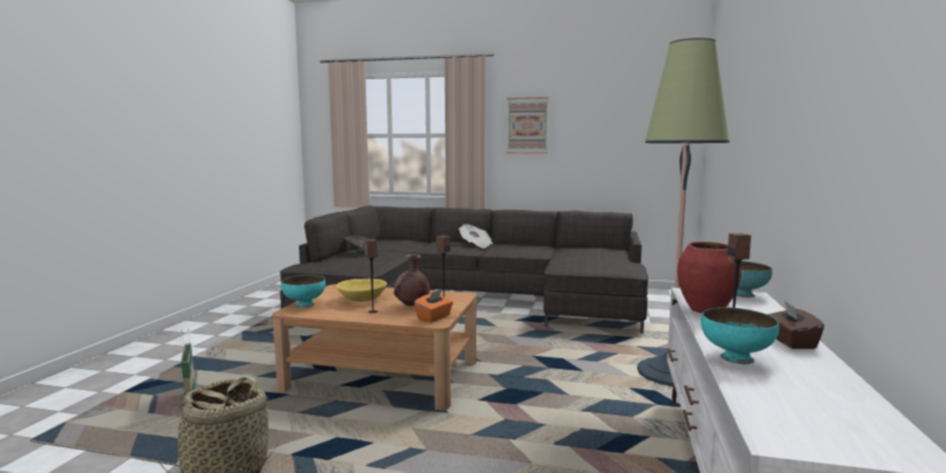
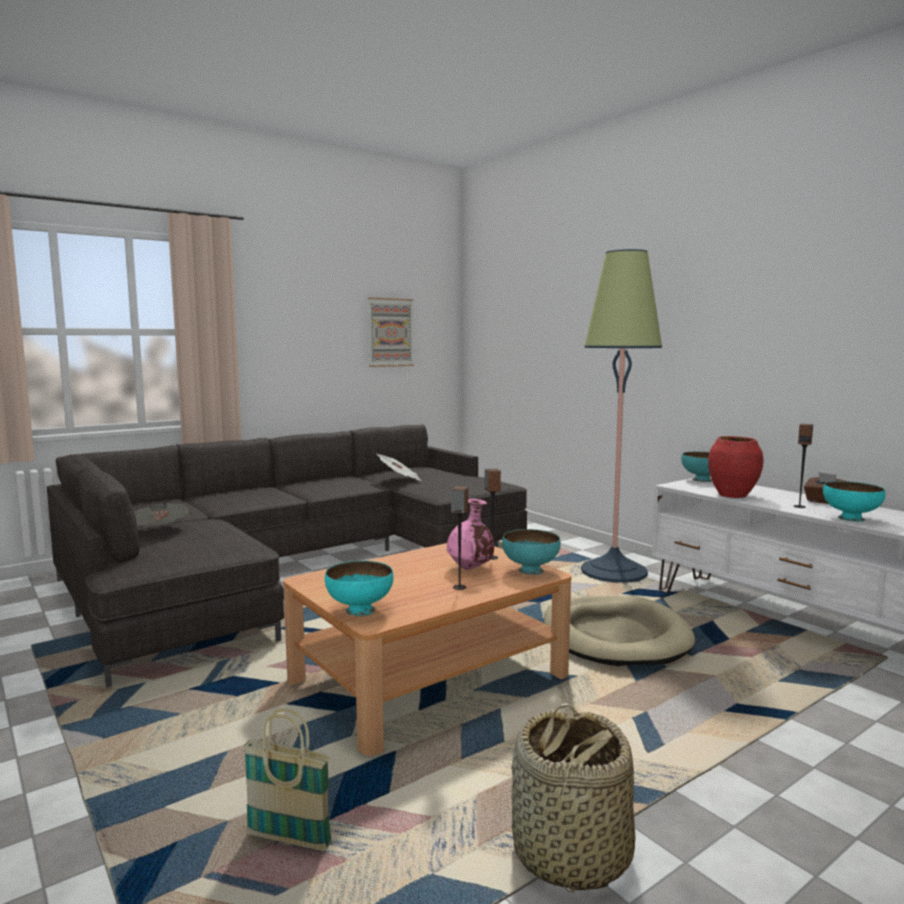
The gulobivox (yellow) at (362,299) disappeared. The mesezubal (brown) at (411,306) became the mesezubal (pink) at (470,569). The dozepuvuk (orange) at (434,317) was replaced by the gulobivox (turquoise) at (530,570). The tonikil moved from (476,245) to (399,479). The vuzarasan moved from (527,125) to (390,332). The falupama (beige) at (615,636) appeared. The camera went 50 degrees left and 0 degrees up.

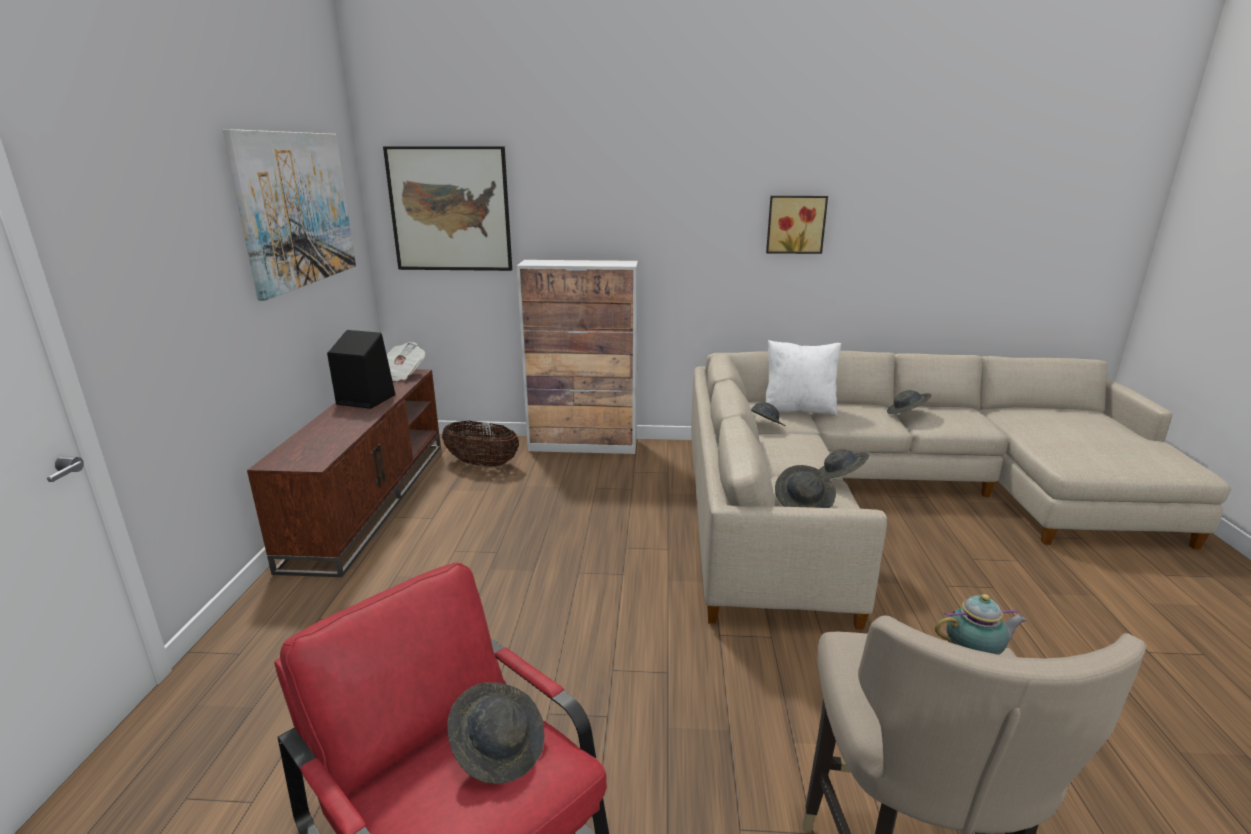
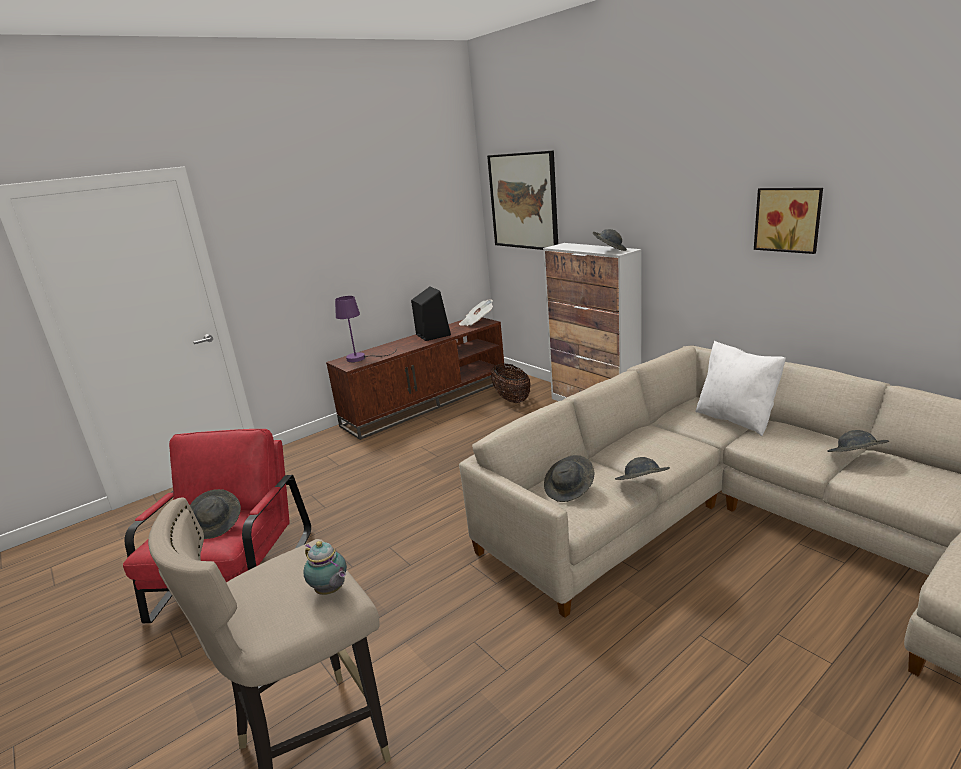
The vuzarasan at (297,209) disappeared. The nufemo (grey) moved from (763,426) to (609,250). The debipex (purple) at (362,358) appeared. The camera went 50 degrees right and 0 degrees up.

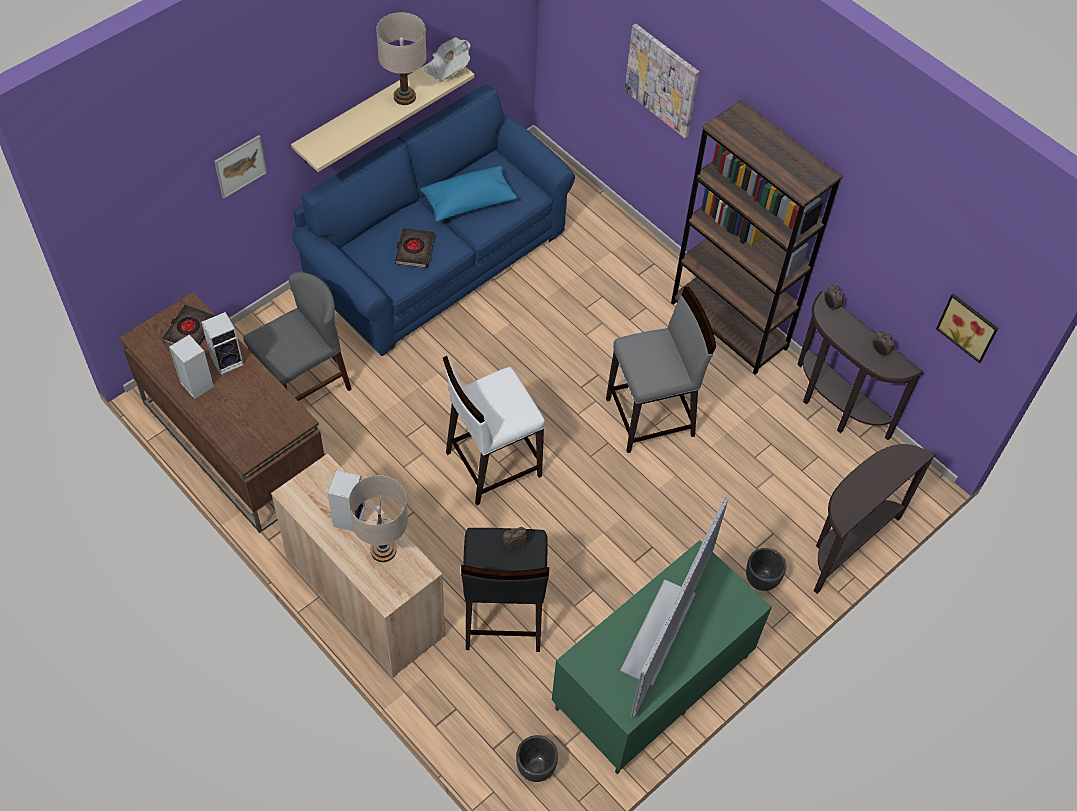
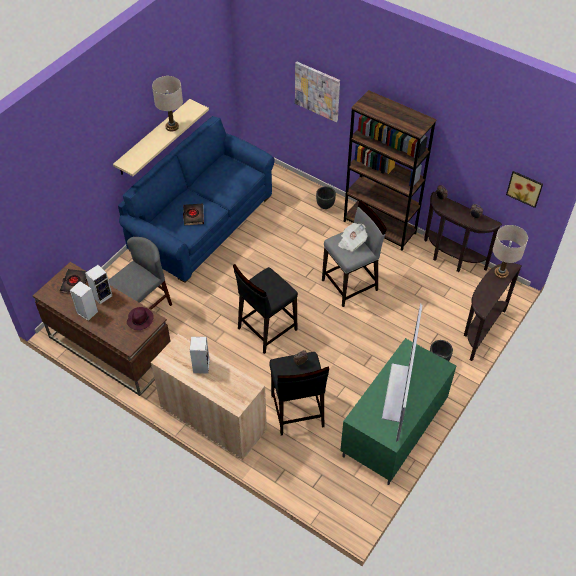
The vuzarasan at (240,166) disappeared. The debipex (beige) moved from (383,551) to (501,273). The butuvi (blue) at (469,202) disappeared. The tonikil moved from (447,69) to (351,242). The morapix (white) at (492,464) became the morapix (black) at (266,329). The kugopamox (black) moved from (536,768) to (325,205). The nufemo (purple) at (140,319) appeared. The camera went 10 degrees left and 5 degrees down.

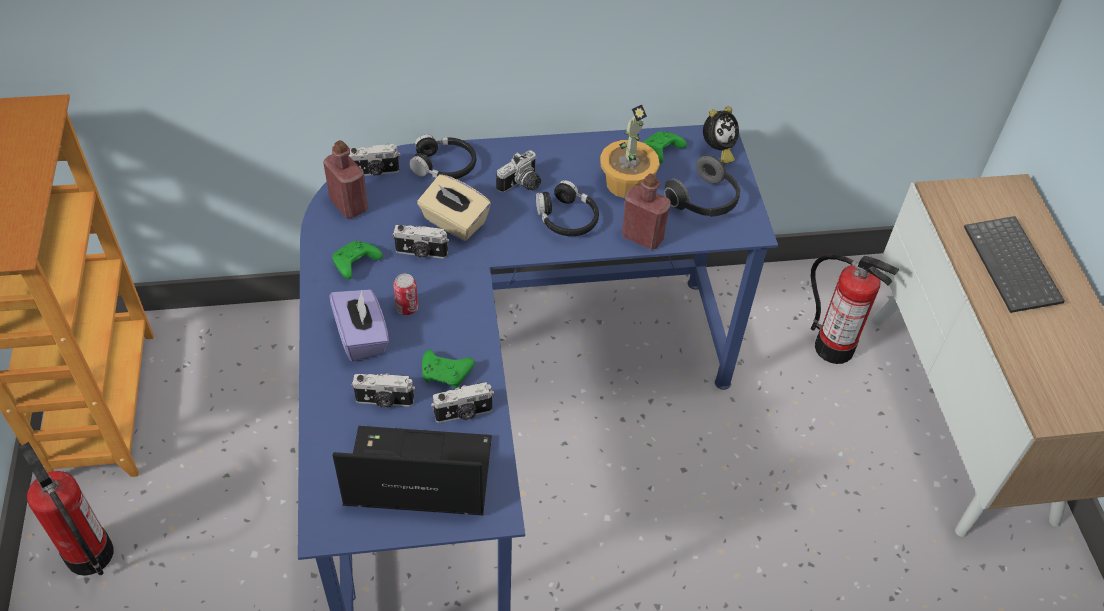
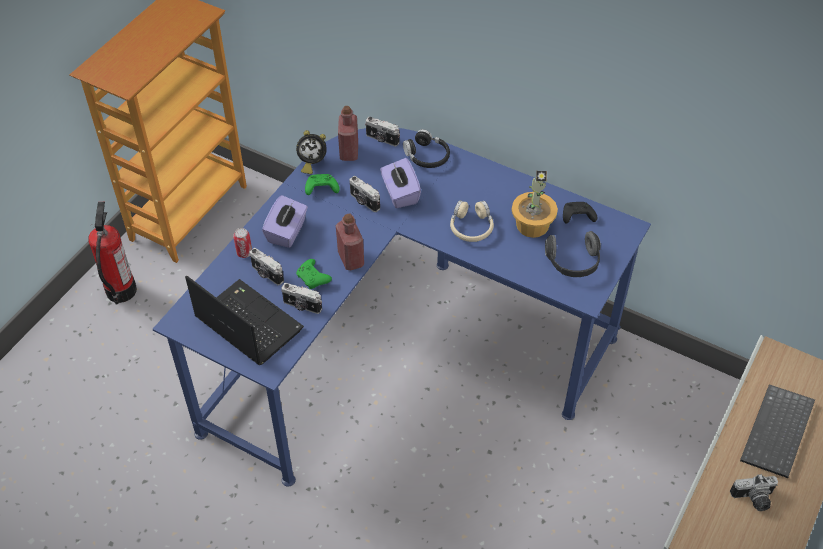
The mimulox moved from (407,308) to (244,253). The dozepuvuk (beige) at (454,222) became the dozepuvuk (purple) at (400,194). The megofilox moved from (522,185) to (753,500). The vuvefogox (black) at (566,218) became the vuvefogox (beige) at (471,227). The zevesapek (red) moved from (642,237) to (351,259). The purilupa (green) at (661,152) became the purilupa (black) at (576,217). The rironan moved from (717,150) to (311,163). The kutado at (834,347) disappeared. The camera went 40 degrees right and 0 degrees up.

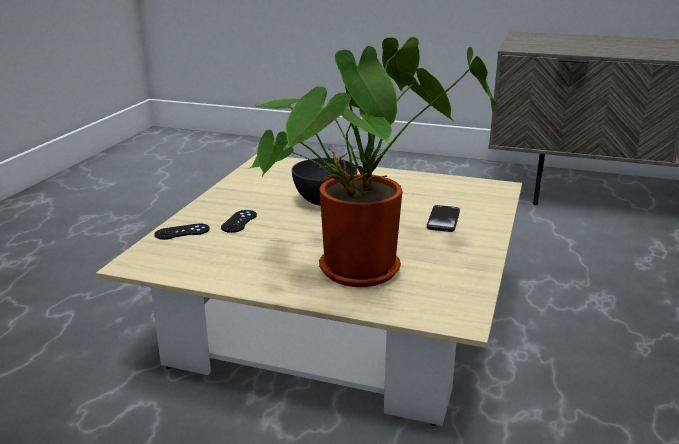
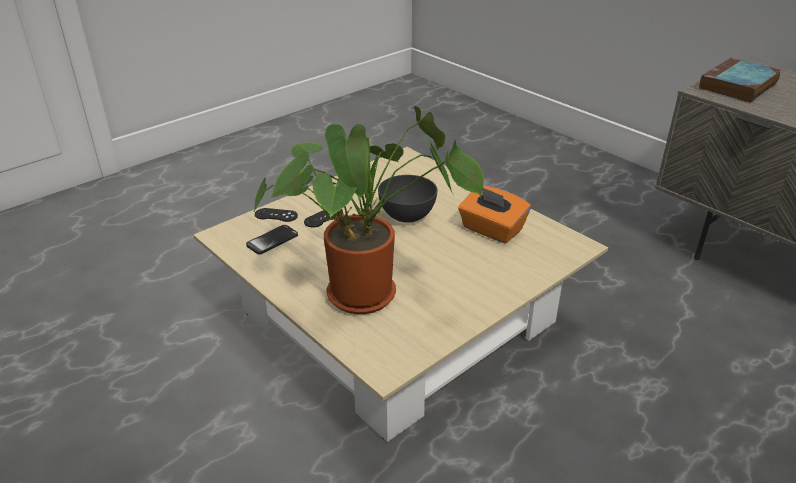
The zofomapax moved from (443,220) to (272,240). The dozepuvuk (orange) at (491,230) appeared. The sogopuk at (738,87) appeared. The camera went 30 degrees right and 10 degrees up.

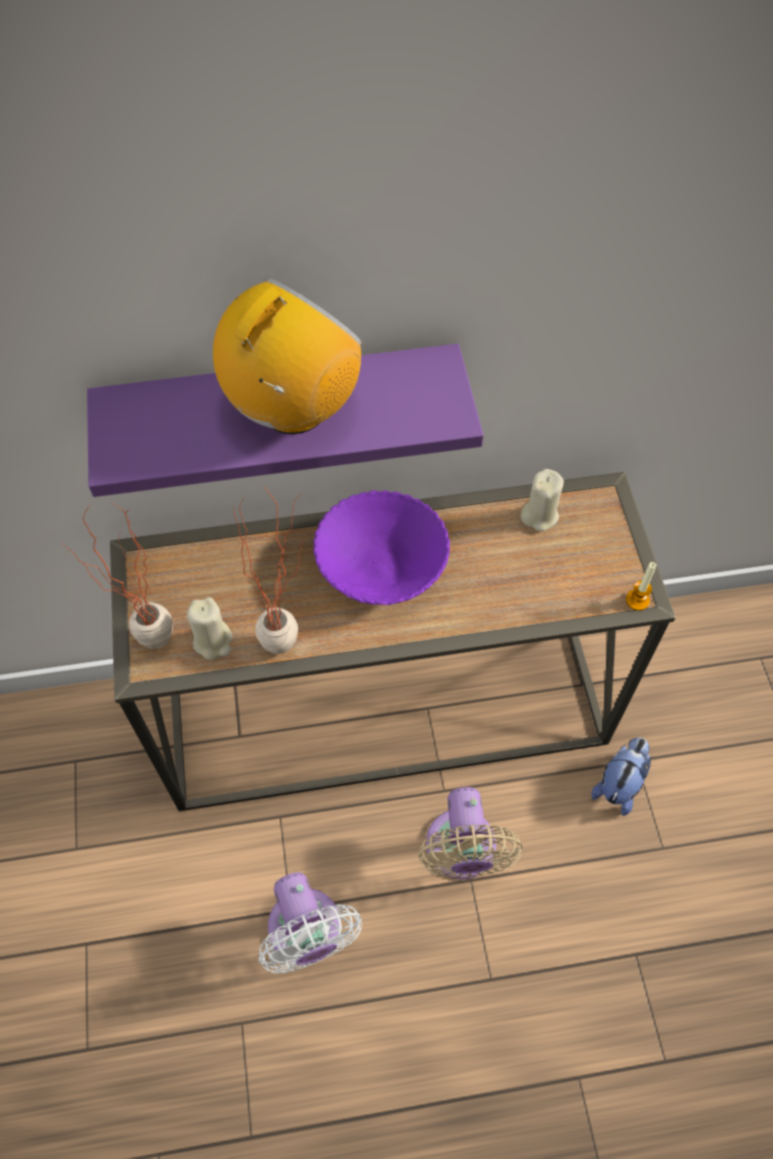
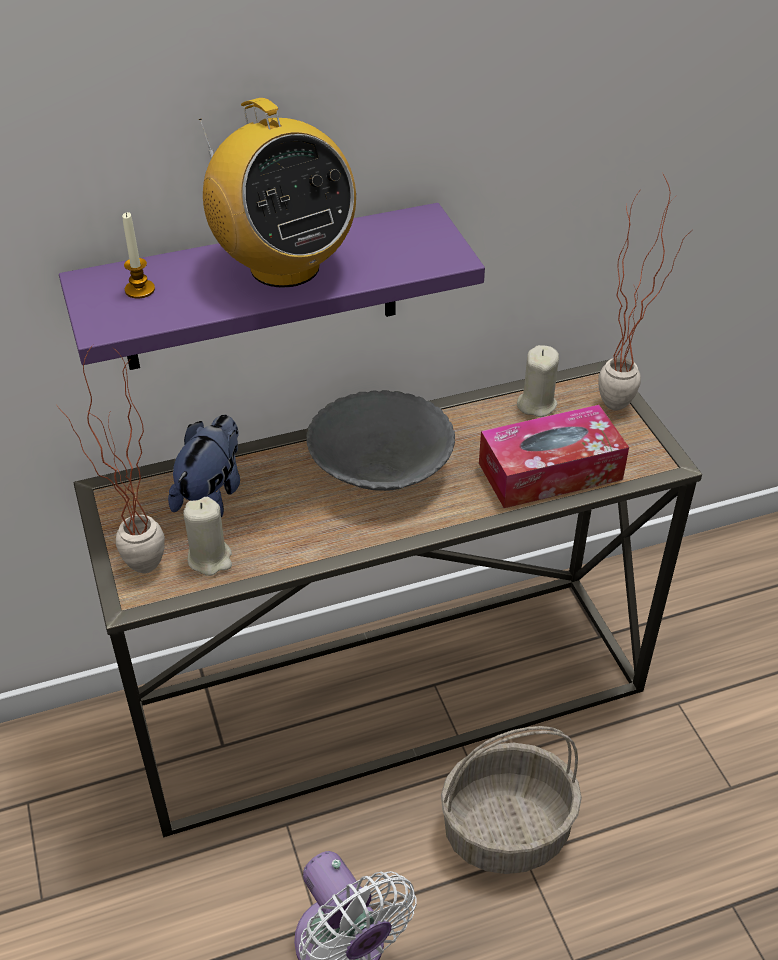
The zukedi at (293,409) turned 120 degrees clockwise. The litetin moved from (292,642) to (626,401). The gulobivox (purple) at (381,565) became the gulobivox (grey) at (380,467). The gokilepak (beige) at (461,853) was replaced by the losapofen at (507,829). The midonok moved from (619,784) to (212,494). The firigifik moved from (637,600) to (140,290). The dozepuvuk at (550,471) appeared. The camera went 10 degrees left and 15 degrees down.

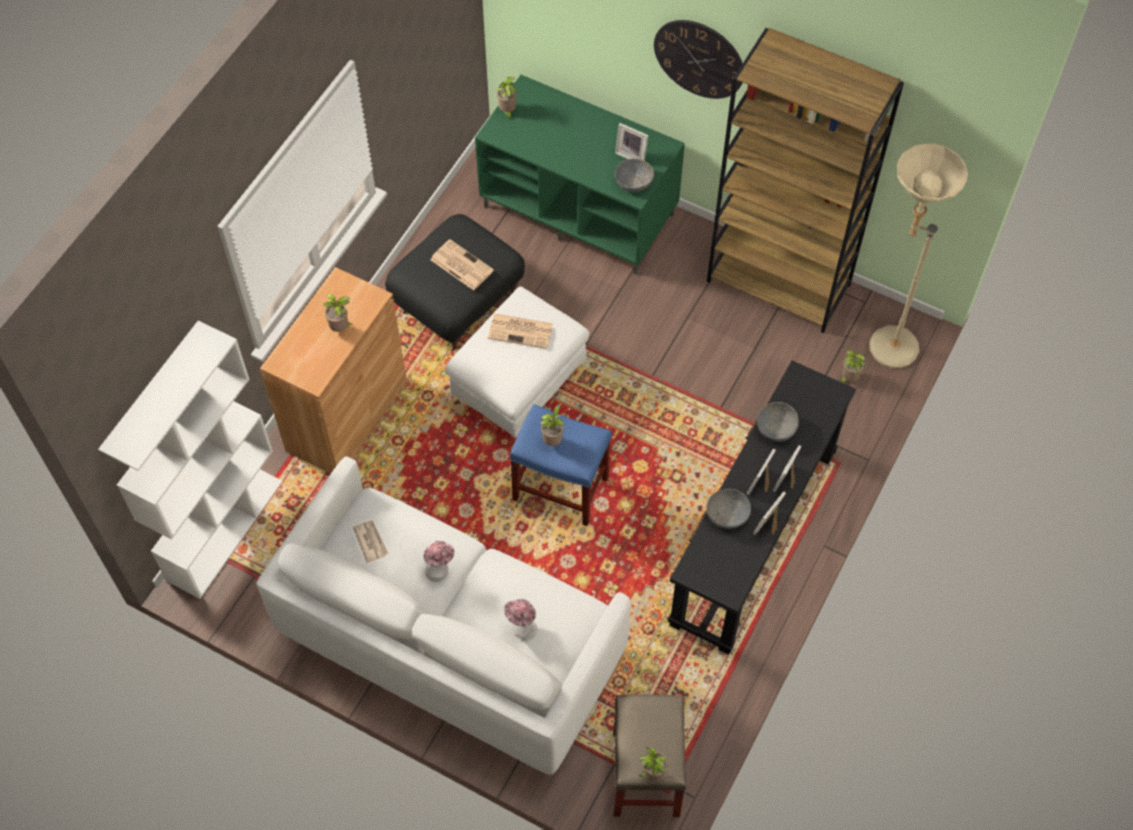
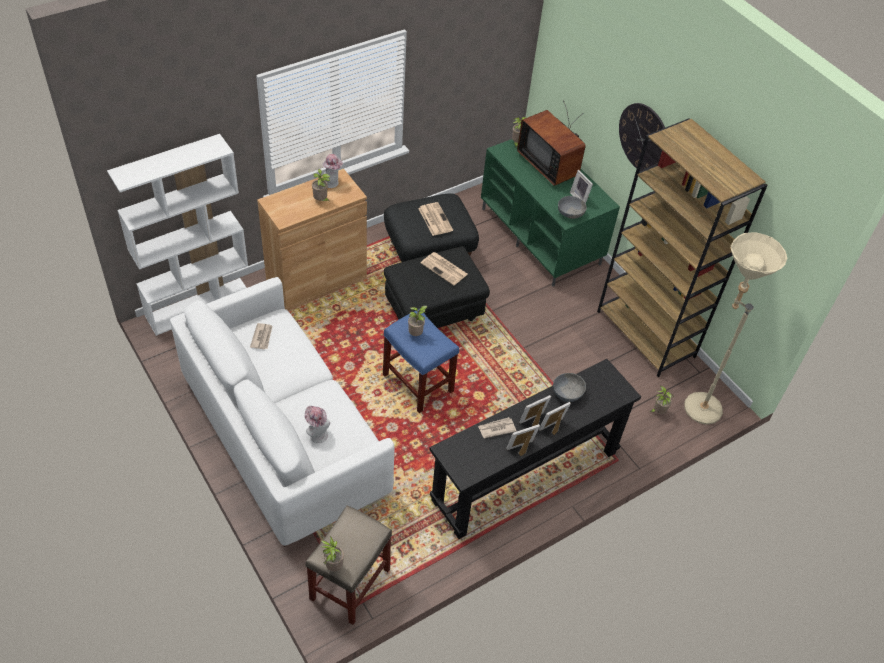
The nufemo moved from (440,570) to (332,183). The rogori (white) at (519,385) became the rogori (black) at (433,313). The gulobivox (grey) at (727,515) was replaced by the tonikil at (496,428). The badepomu at (550,164) appeared. The camera went 25 degrees right and 10 degrees down.

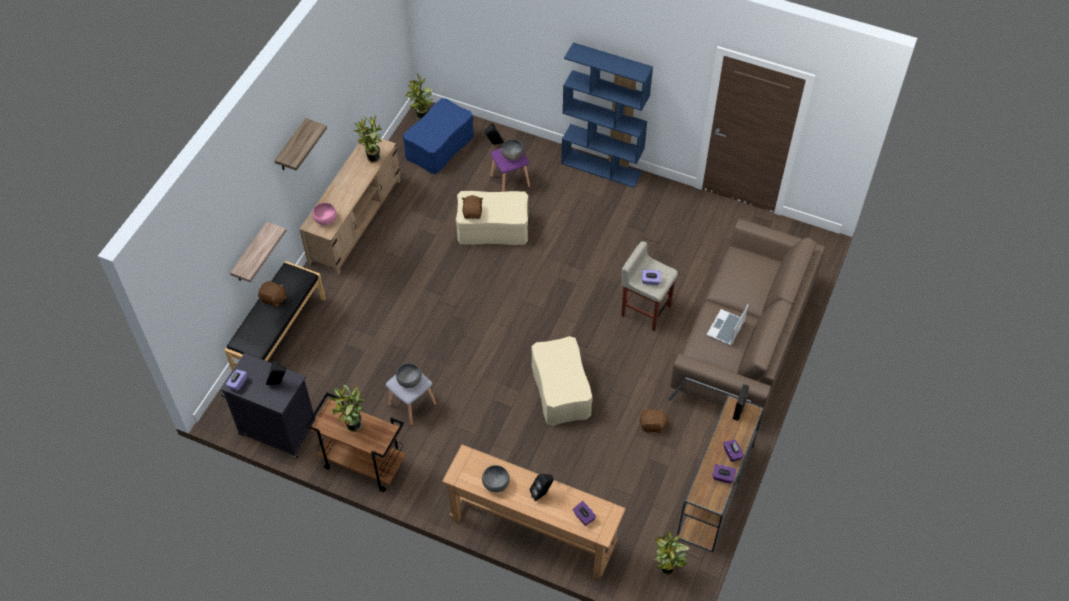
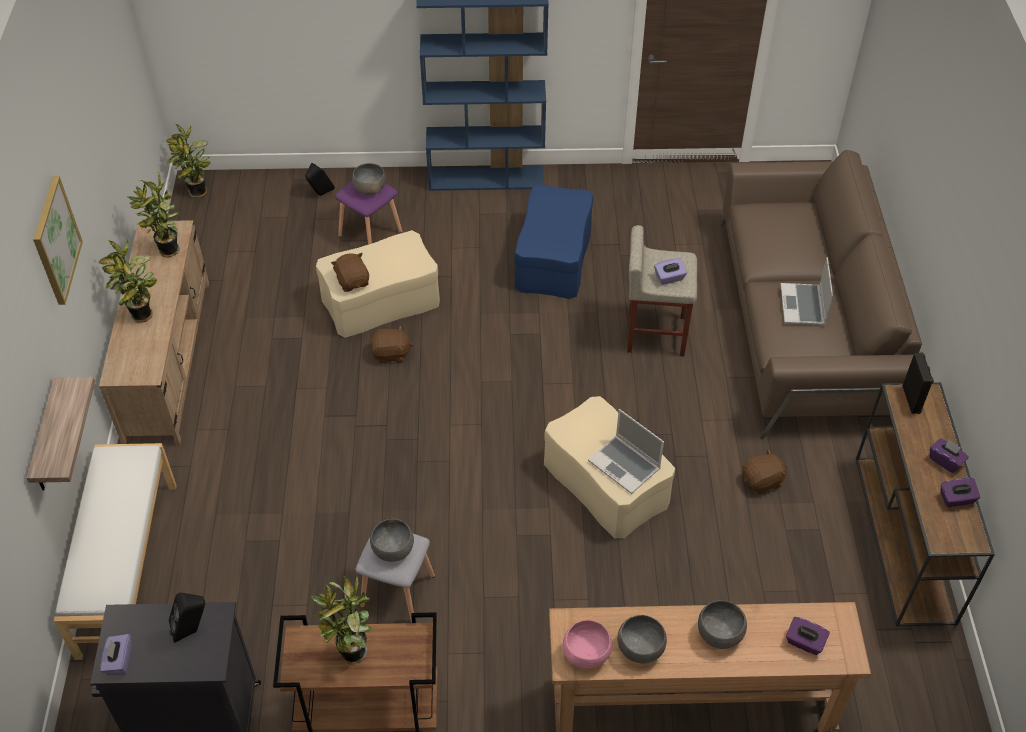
The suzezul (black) at (279,335) became the suzezul (white) at (127,568). The midonok (brown) moved from (273,299) to (391,354). The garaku at (291,147) was replaced by the vuzarasan at (55,240). The gulobivox (pink) moved from (325,219) to (586,653). The rogori (blue) moved from (439,146) to (553,258). The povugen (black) at (542,494) was replaced by the gulobivox (grey) at (720,633). The litetin moved from (667,570) to (142,317). The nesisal at (625,465) appeared. The camera went 25 degrees left and 5 degrees down.

